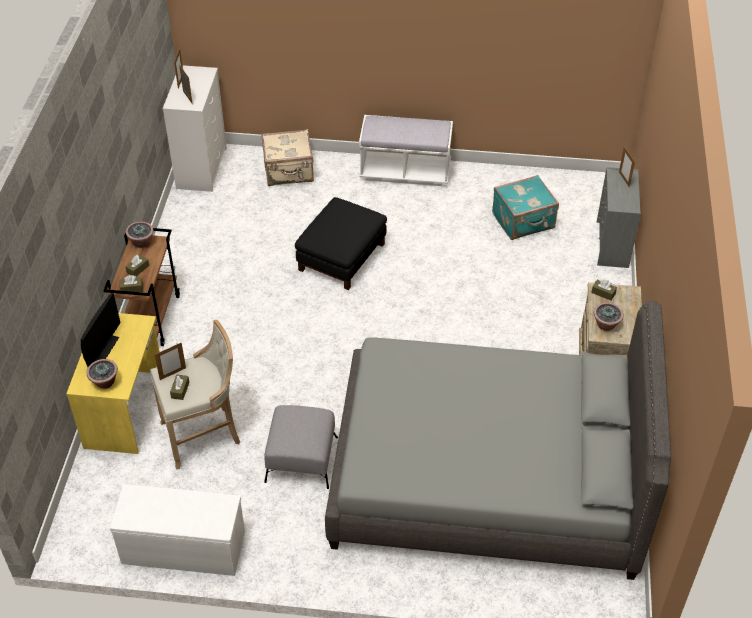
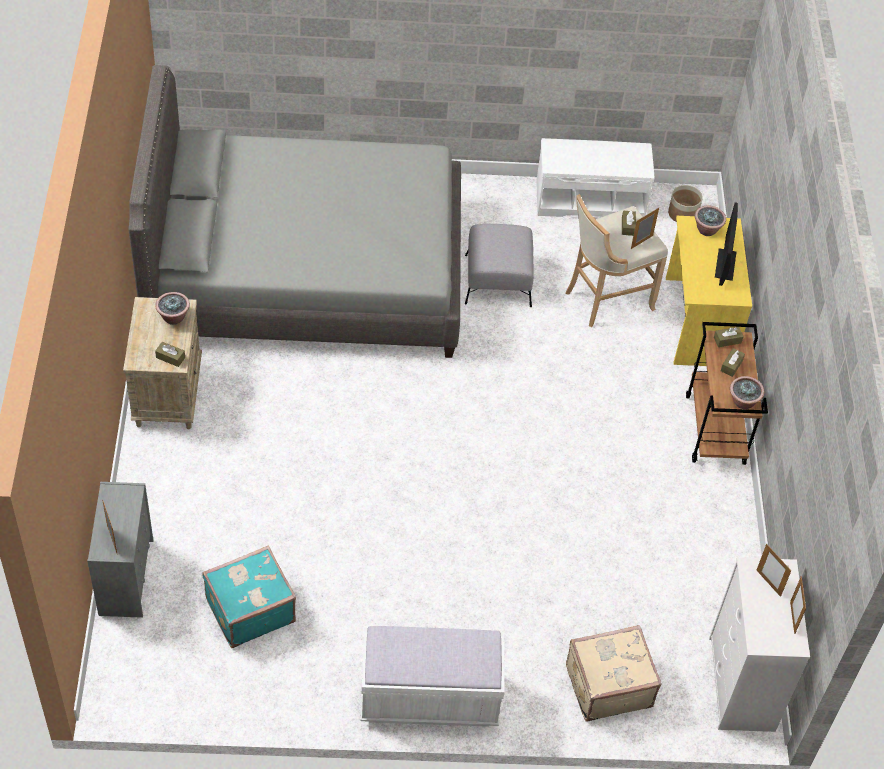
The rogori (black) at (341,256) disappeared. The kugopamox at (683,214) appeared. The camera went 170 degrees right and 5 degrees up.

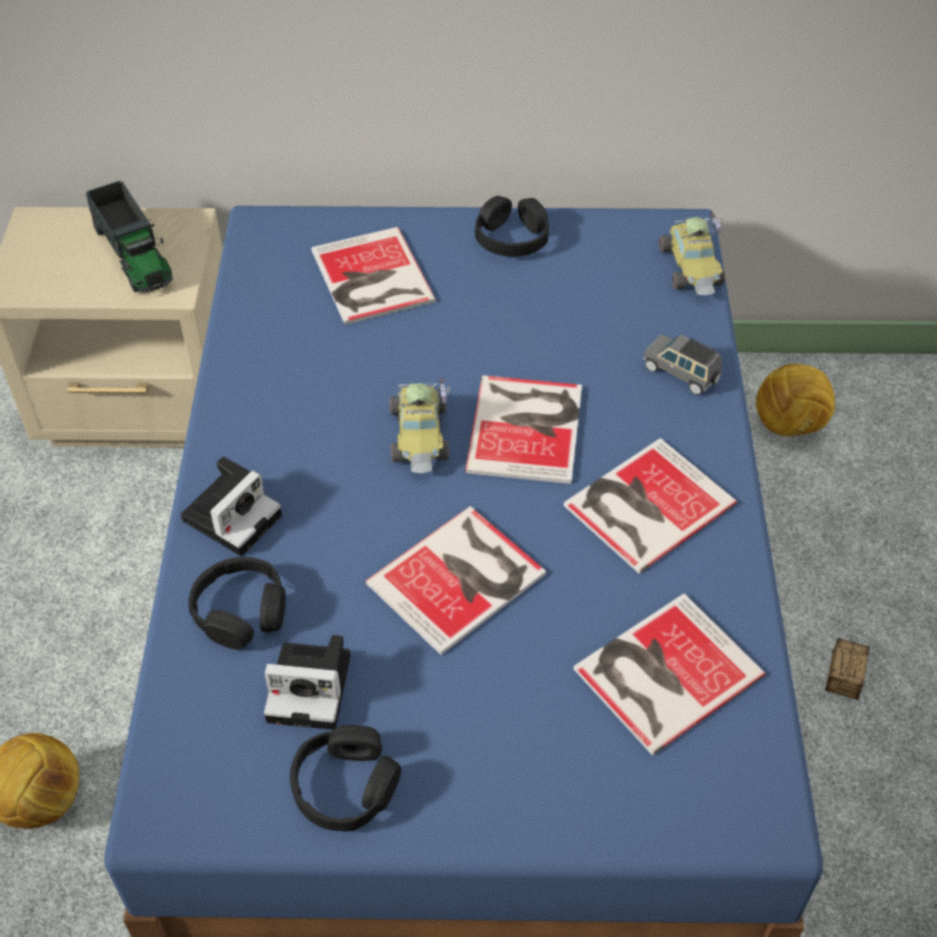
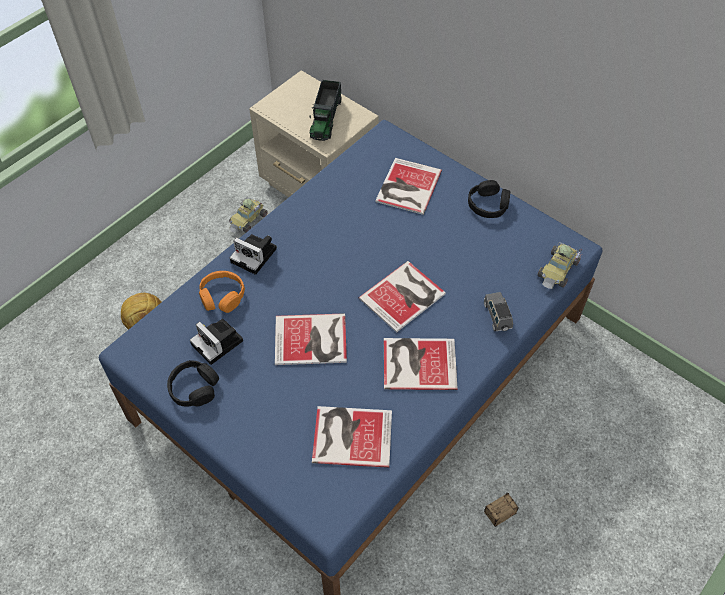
The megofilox at (233,514) turned 45 degrees clockwise. The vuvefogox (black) at (241,611) became the vuvefogox (orange) at (222,296). The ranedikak moved from (421,436) to (248,220). The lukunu at (789,426) disappeared. The camera went 40 degrees right and 5 degrees up.

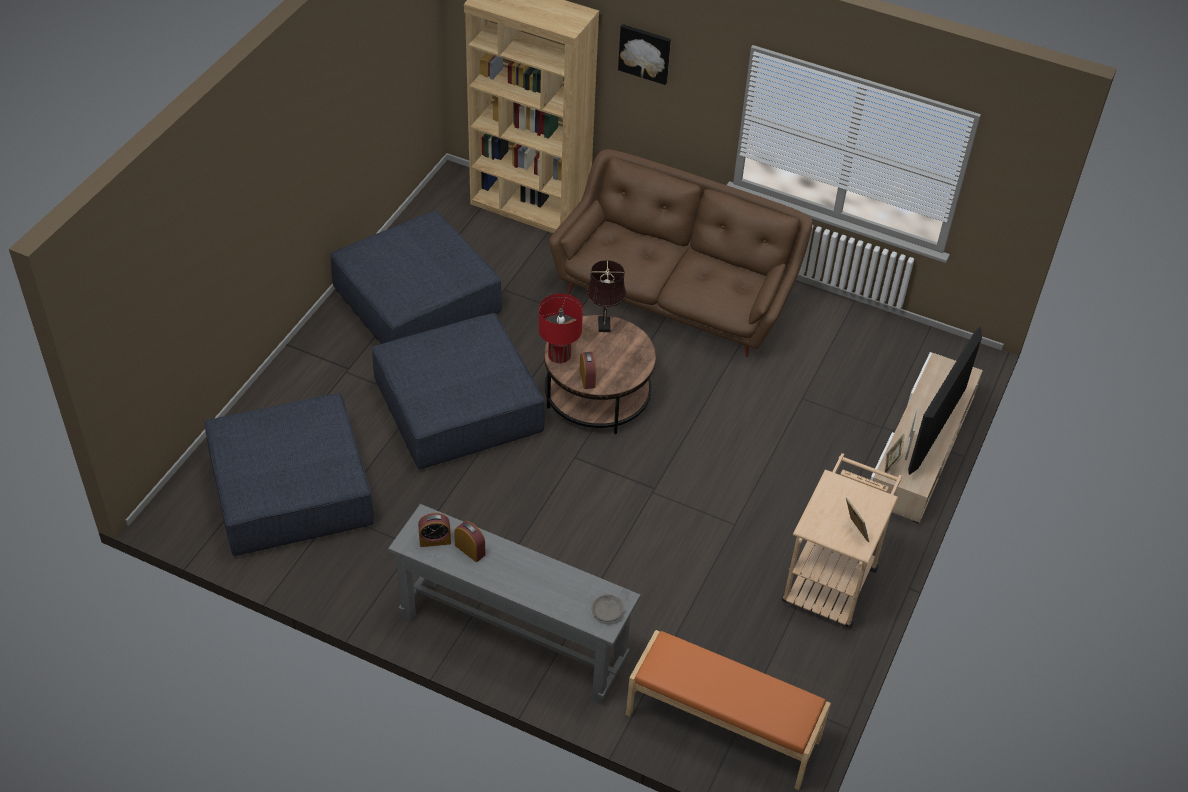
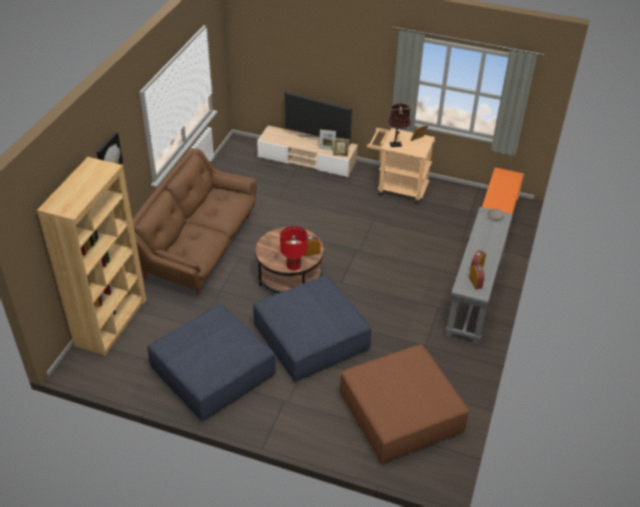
The rogori (blue) at (291,490) became the rogori (brown) at (400,413). The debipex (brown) moved from (604,326) to (397,145). The camera went 95 degrees left and 5 degrees down.

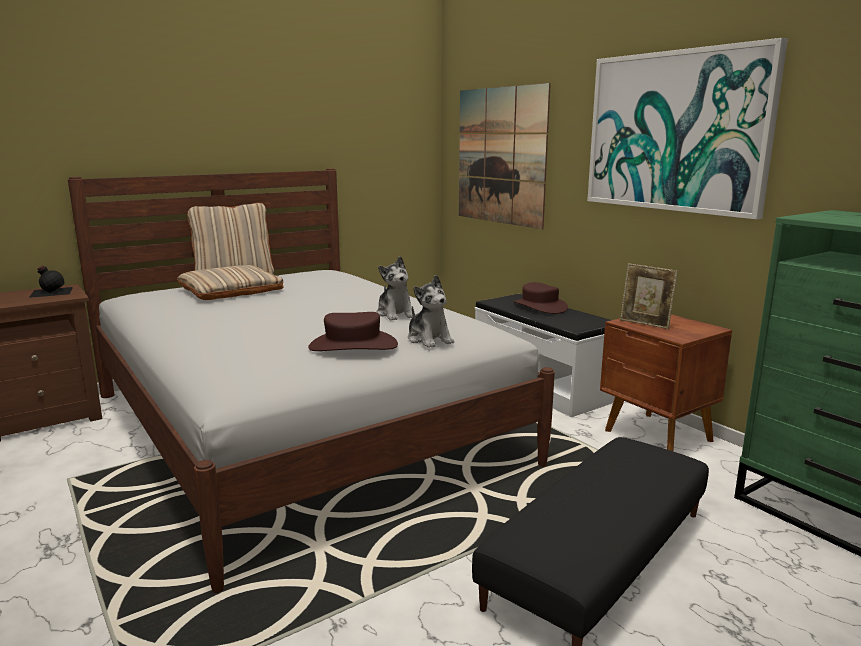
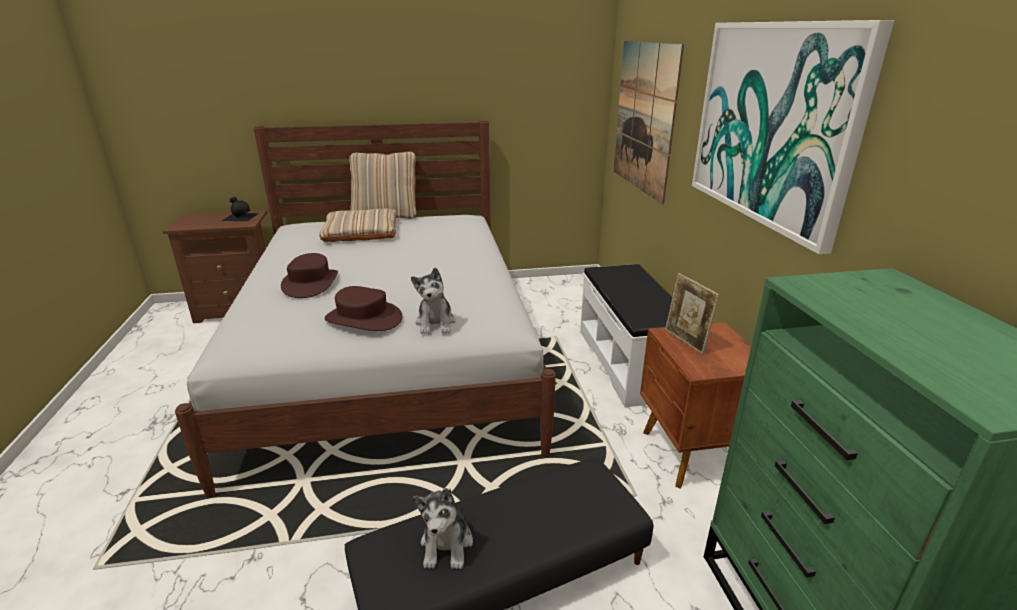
The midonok moved from (395,314) to (447,544). The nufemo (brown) moved from (539,306) to (310,283). The camera went 25 degrees right and 10 degrees up.

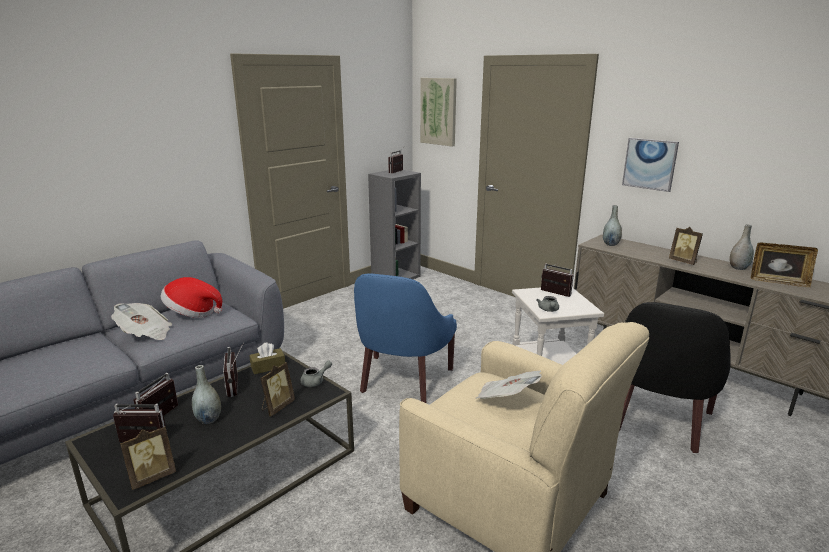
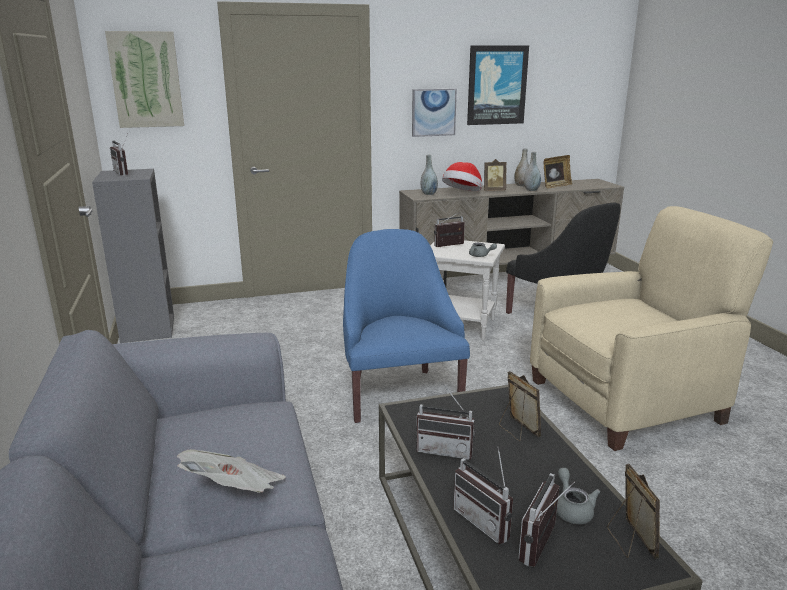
The nufemo moved from (192,313) to (462,193). The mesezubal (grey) moved from (208,419) to (531,190). The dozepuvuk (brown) at (268,367) disappeared. The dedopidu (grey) moved from (316,381) to (572,509). The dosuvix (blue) at (402,380) turned 150 degrees counterclockwise. The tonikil at (506,399) disappeared. The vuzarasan at (496,85) appeared. The camera went 60 degrees left and 0 degrees up.

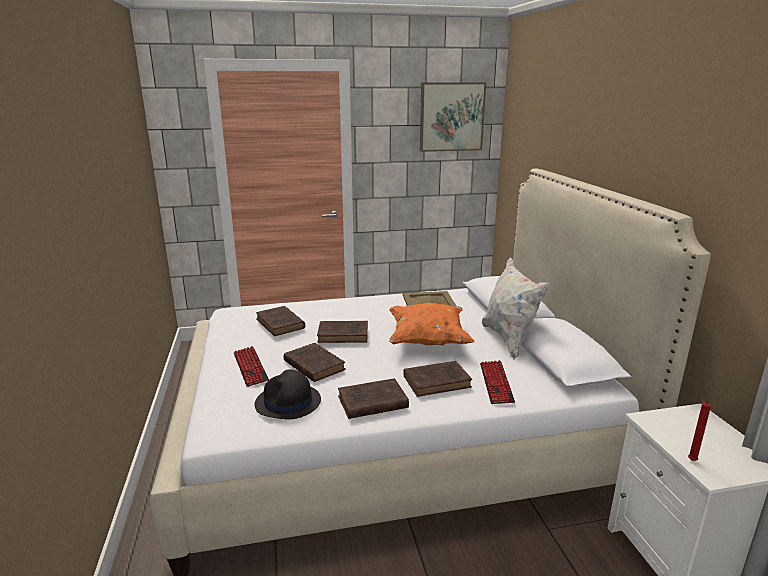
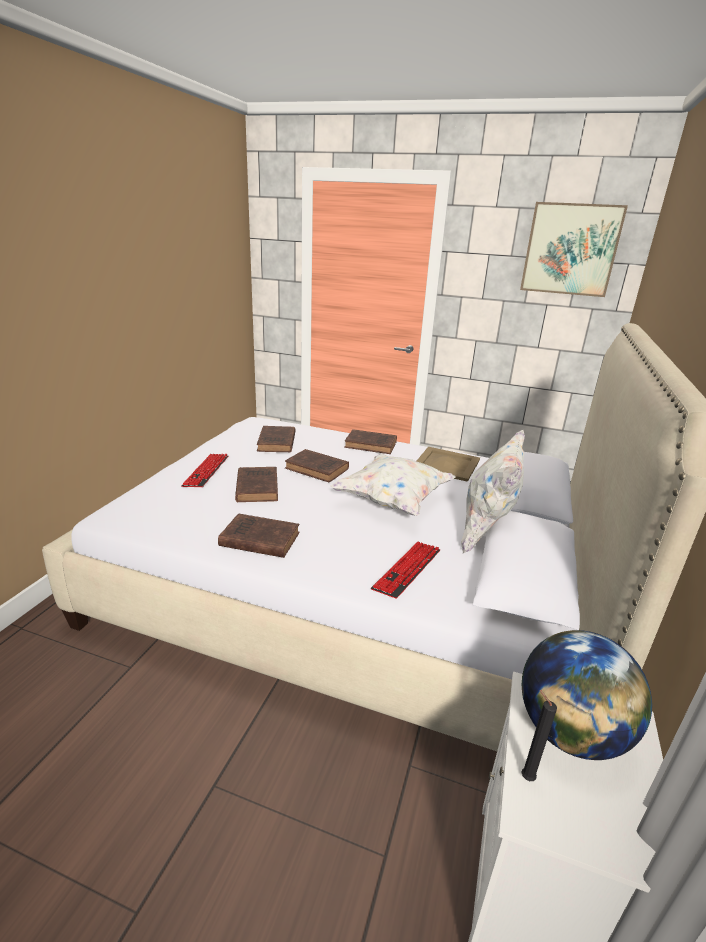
The nufemo (black) at (288,403) disappeared. The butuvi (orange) at (427,340) became the butuvi (white) at (393,500). The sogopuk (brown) moved from (438,381) to (372,445). The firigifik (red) at (690,460) became the firigifik (black) at (525,776). The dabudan at (569,732) appeared. The camera went 30 degrees right and 5 degrees up.

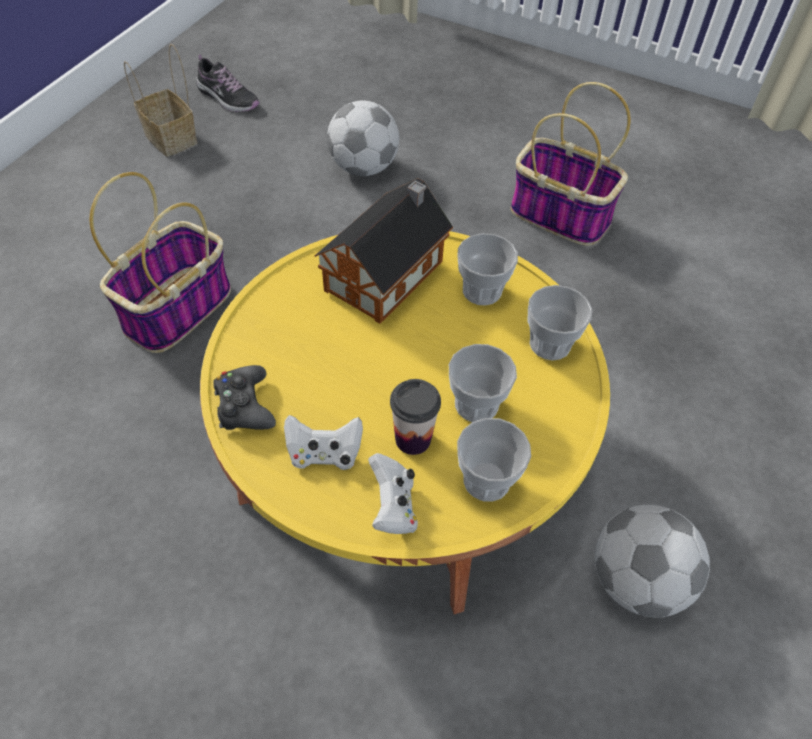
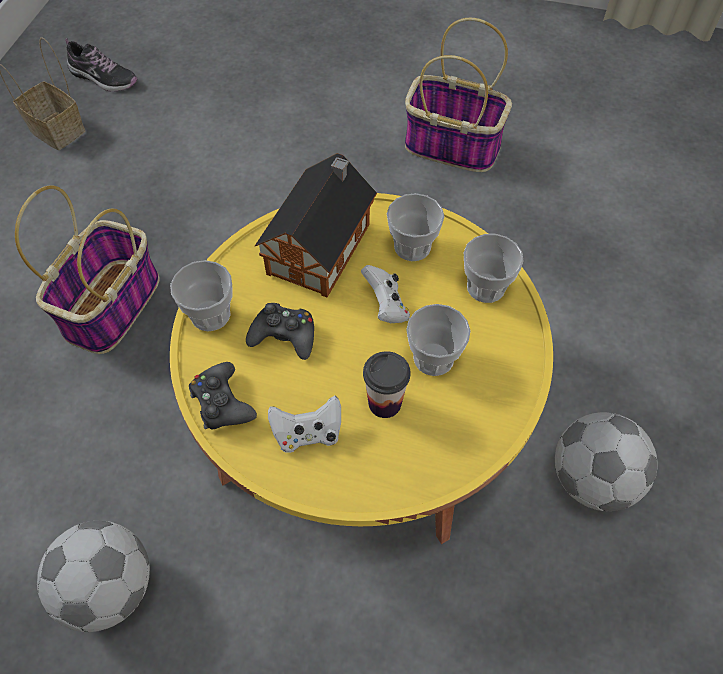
The lukunu moved from (364,167) to (110,587). The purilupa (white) moved from (393,507) to (386,306). The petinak moved from (486,480) to (210,314). The purilupa (black) at (284,335) appeared. The camera went 10 degrees left and 5 degrees up.

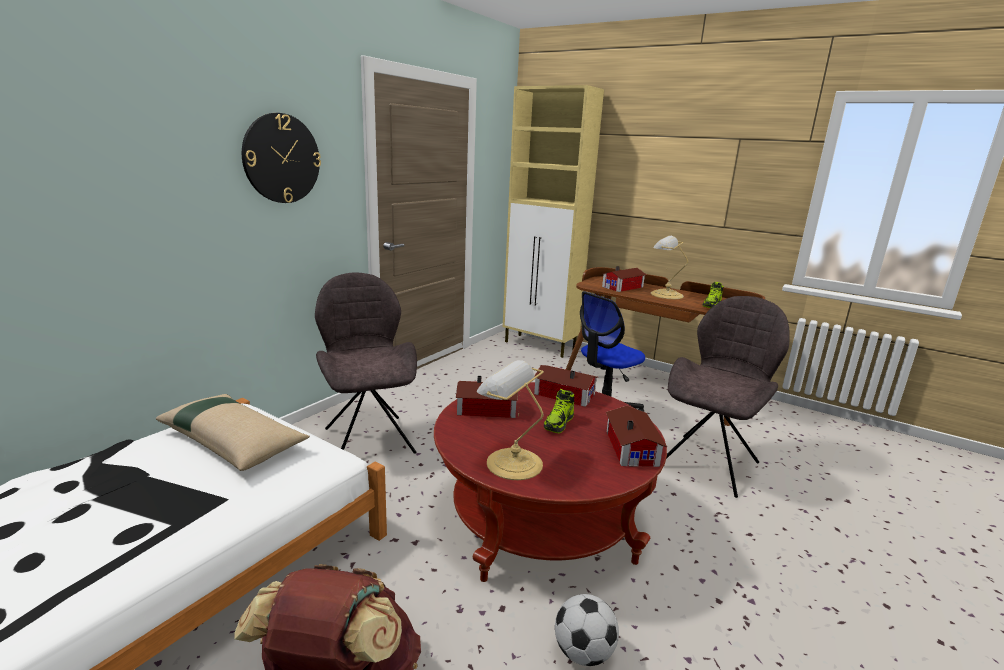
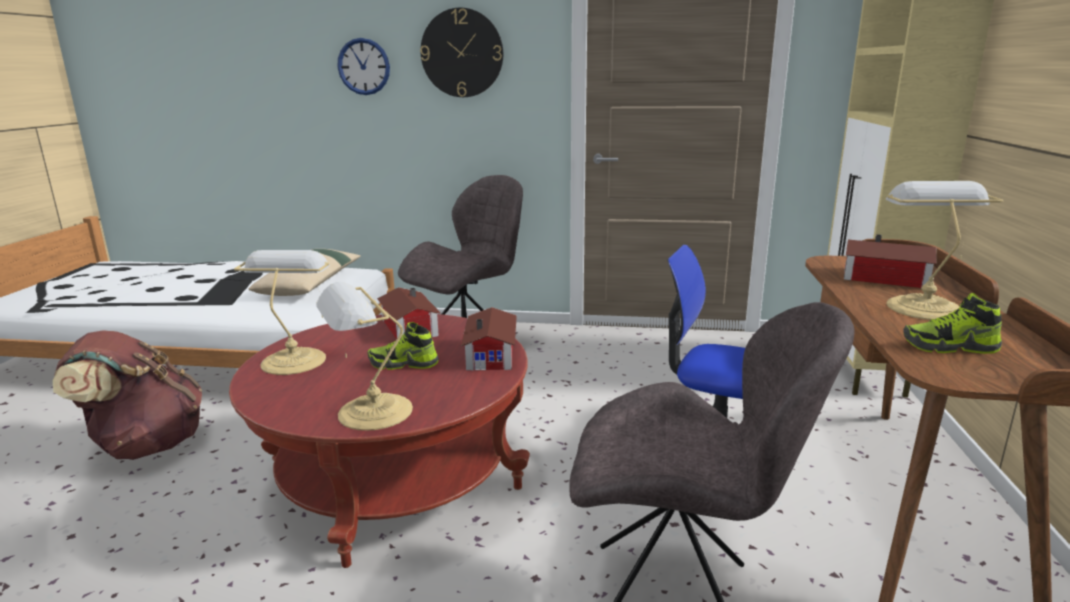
The lukunu at (583,652) disappeared. The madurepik at (632,447) was replaced by the debipex at (371,413). The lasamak at (364,66) appeared. The camera went 65 degrees right and 0 degrees up.

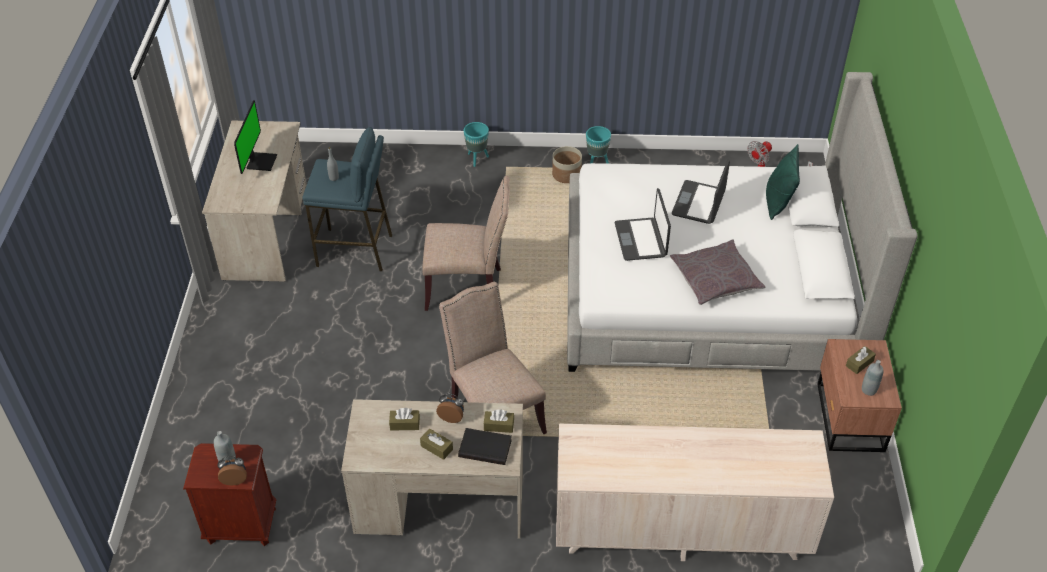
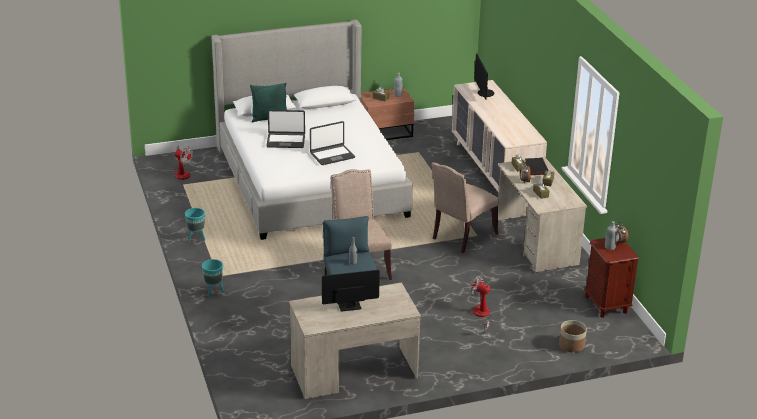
The kugopamox moved from (566,174) to (571,345). The butuvi (grey) at (715,279) disappeared. The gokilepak at (481,316) appeared. The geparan at (484,93) appeared. The camera went 110 degrees left and 15 degrees down.

